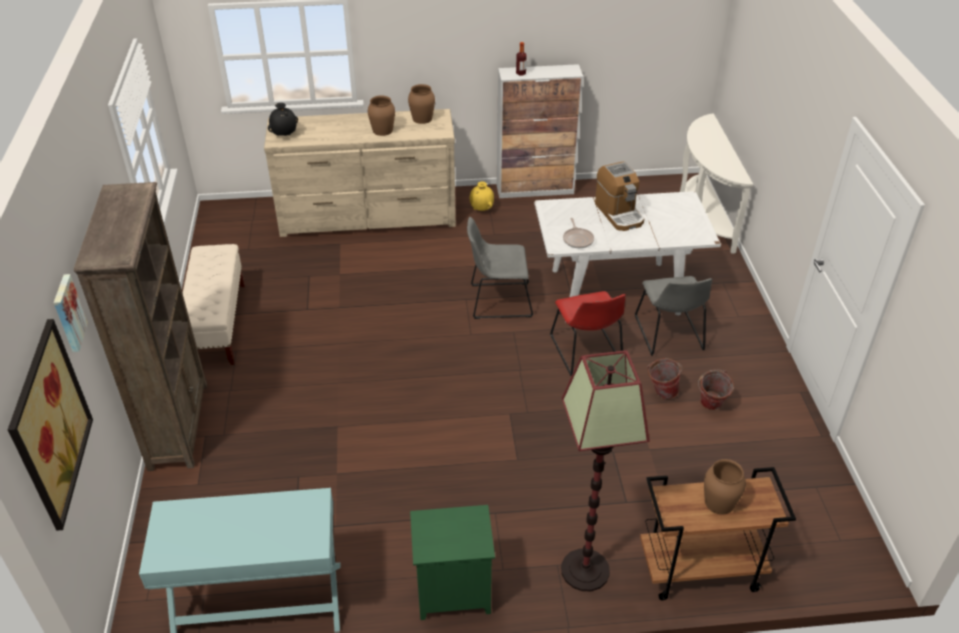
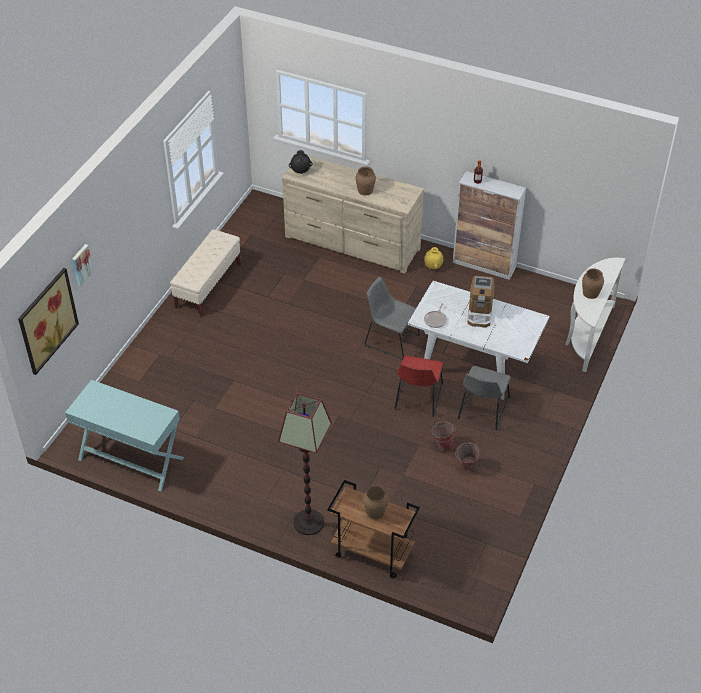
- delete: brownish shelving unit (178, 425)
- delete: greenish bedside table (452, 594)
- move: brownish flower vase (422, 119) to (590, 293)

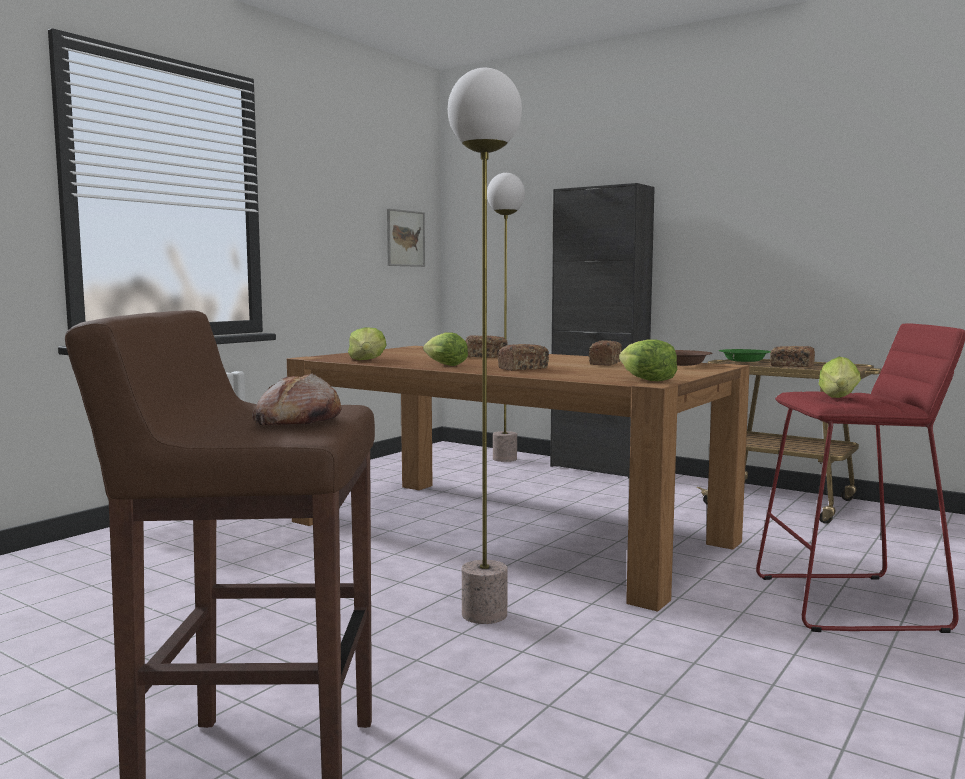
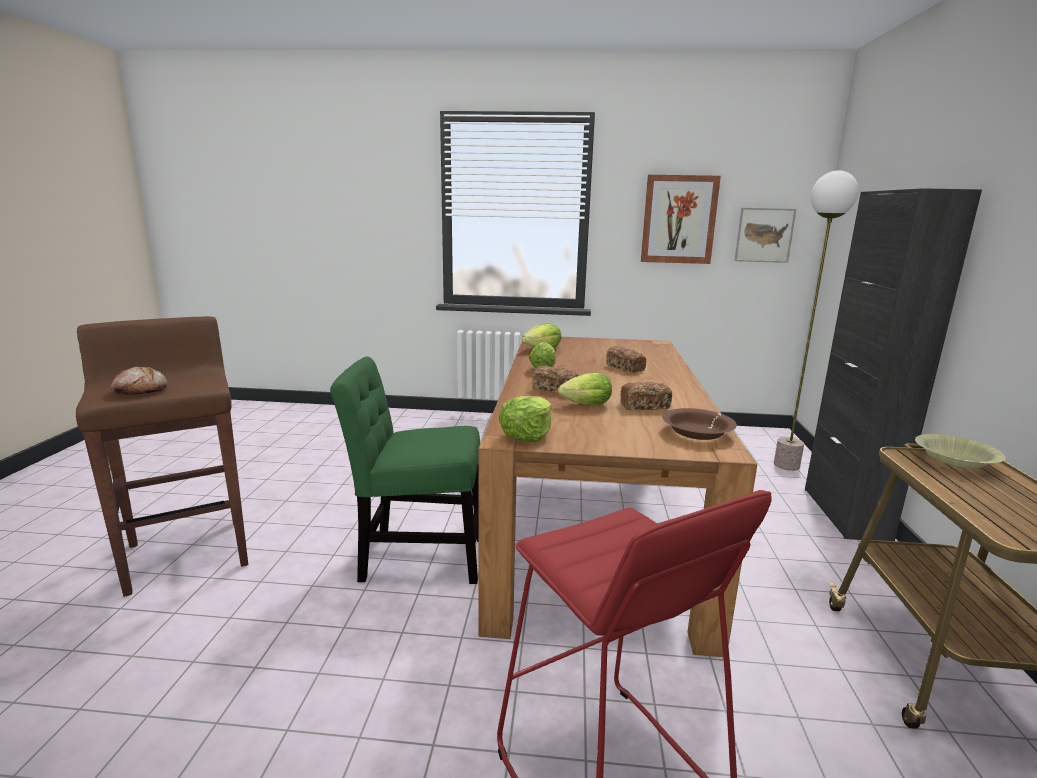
- delete: baked bread (791, 366)
- insert: wall picture (679, 219)
- move: lettuce (839, 399) to (583, 405)
- replace: standing lamp (483, 614) to greenish chair (417, 557)
- recolor: greenish deep dish (744, 360) to yellow deep dish (954, 460)

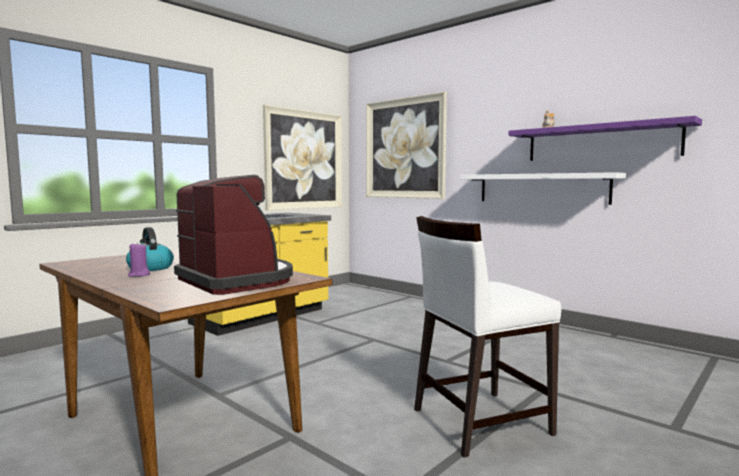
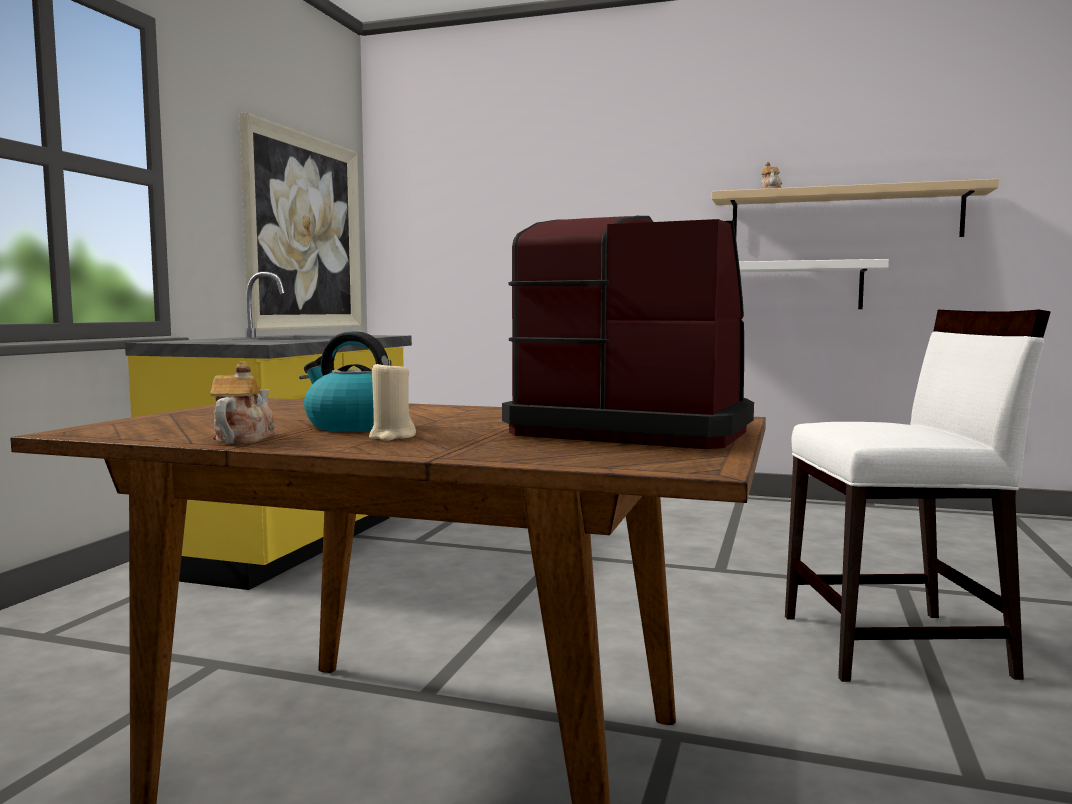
- delete: wall picture (404, 148)
- insert: teapot (242, 438)
- recolor: purple wax candle (139, 275) to sand-coloured wax candle (391, 437)
- recolor: purple bracket shelf (600, 142) to sand-coloured bracket shelf (844, 215)
- rotate: white-coloured chair (479, 421) = (896, 646) 135 degrees counterclockwise

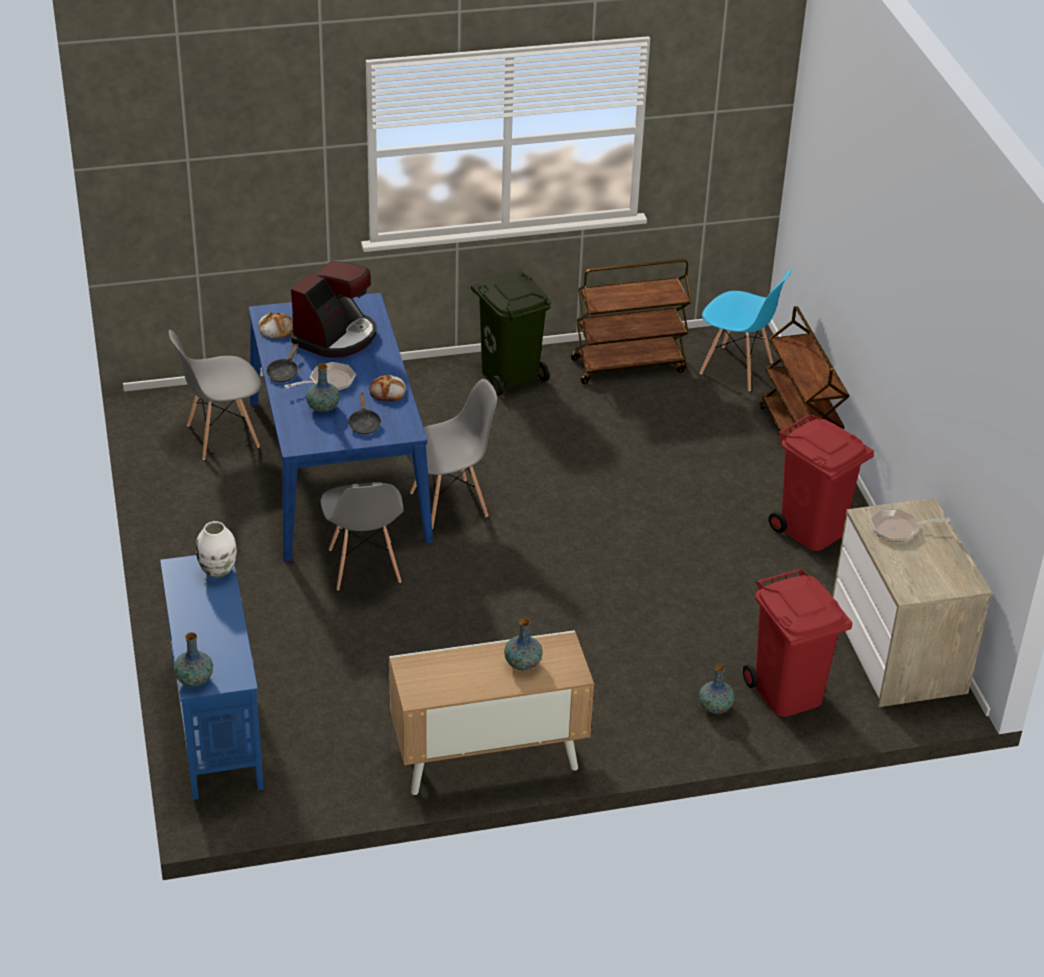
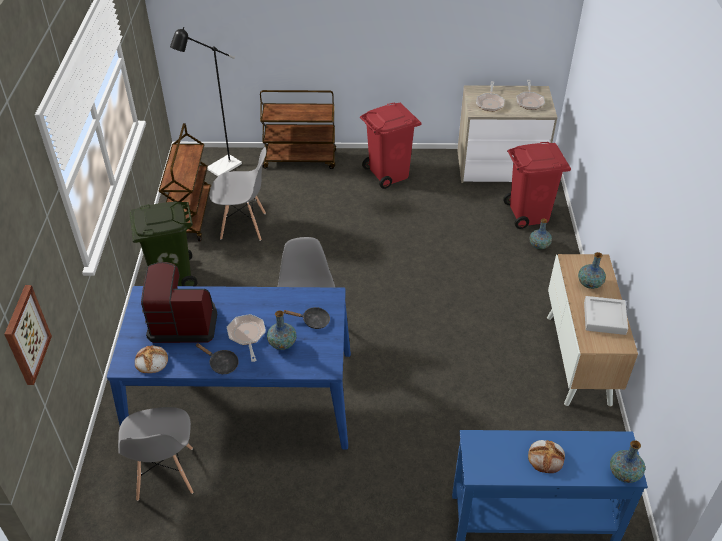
- delete: white-coloured flower vase (218, 570)
- insert: wall picture (26, 335)
- insert: pan (529, 101)
- insert: gray serving tray (604, 318)
- move: gray chair (364, 566) to (244, 226)
- move: baked bread (388, 391) to (546, 457)
- replace: bluish chair (737, 368) to black-coloured standing lamp (219, 169)
- rotate: coffee machine (336, 336) = (183, 322) 45 degrees counterclockwise

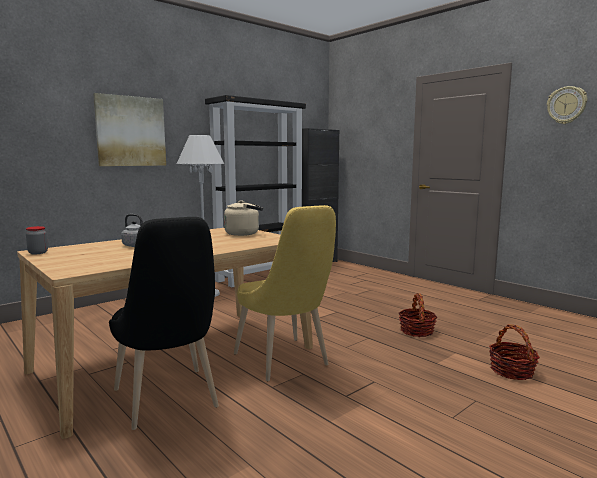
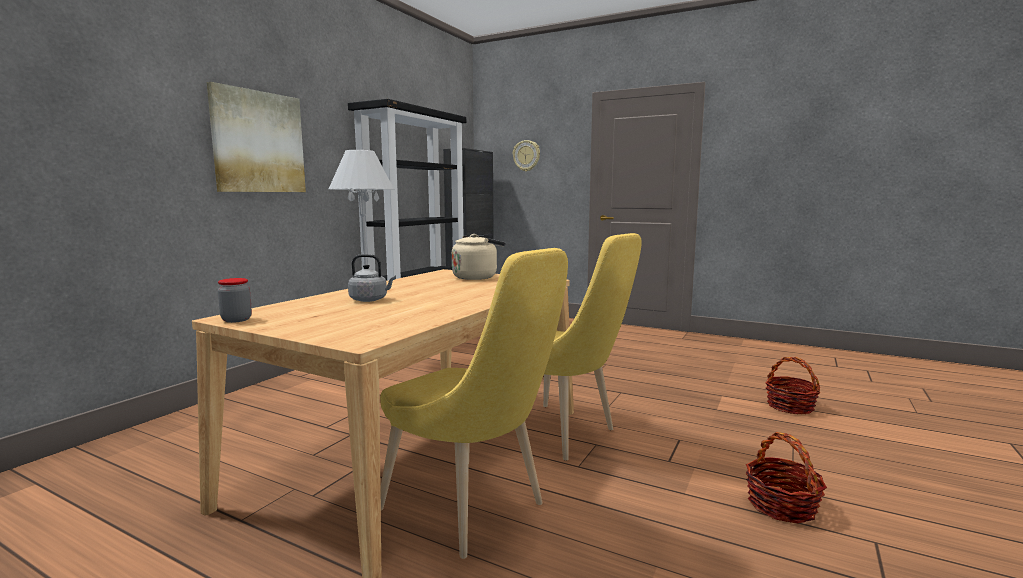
- move: basket (416, 331) to (782, 506)
- move: wall clock (566, 105) to (526, 156)
- recolor: black-coloured chair (168, 402) to yellow chair (471, 510)

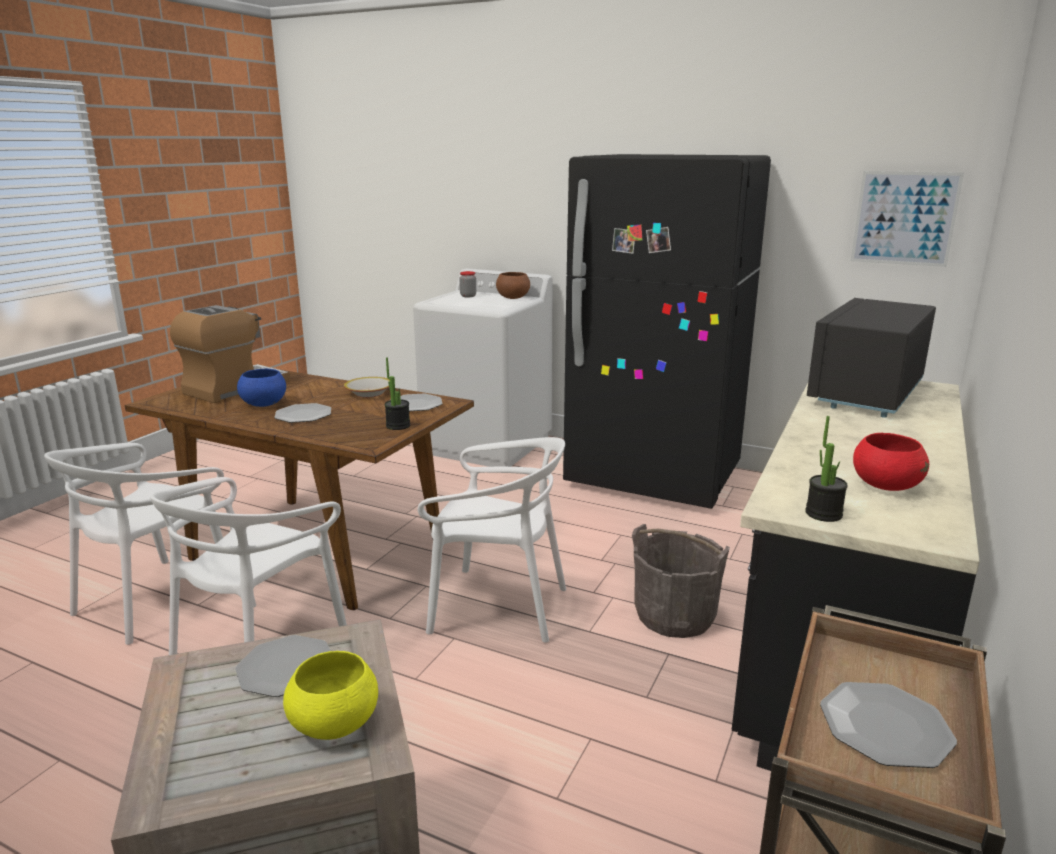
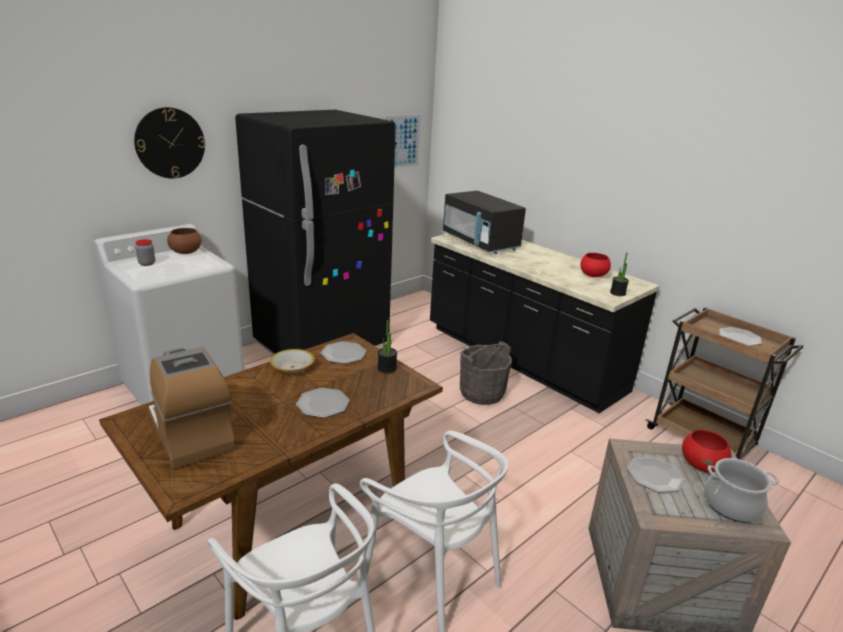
- delete: bluish deep dish (264, 404)
- delete: white-coloured chair (498, 607)
- insert: wall clock (170, 143)
- insert: saucepot (731, 505)
- recolor: yellow deep dish (335, 724) to reddish deep dish (702, 465)

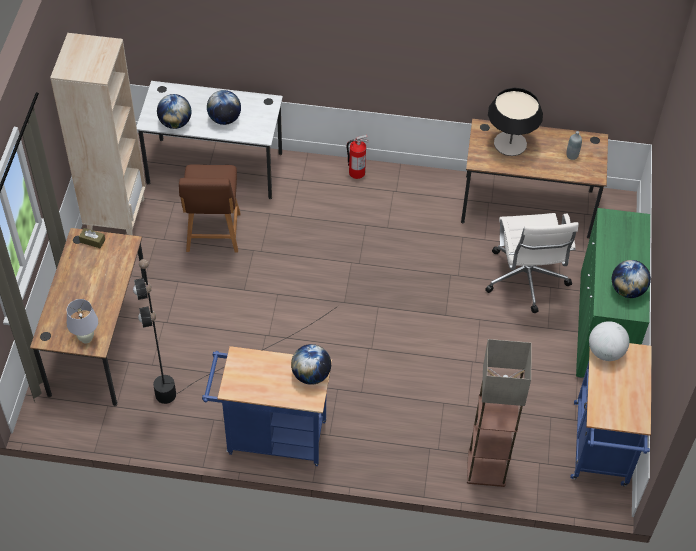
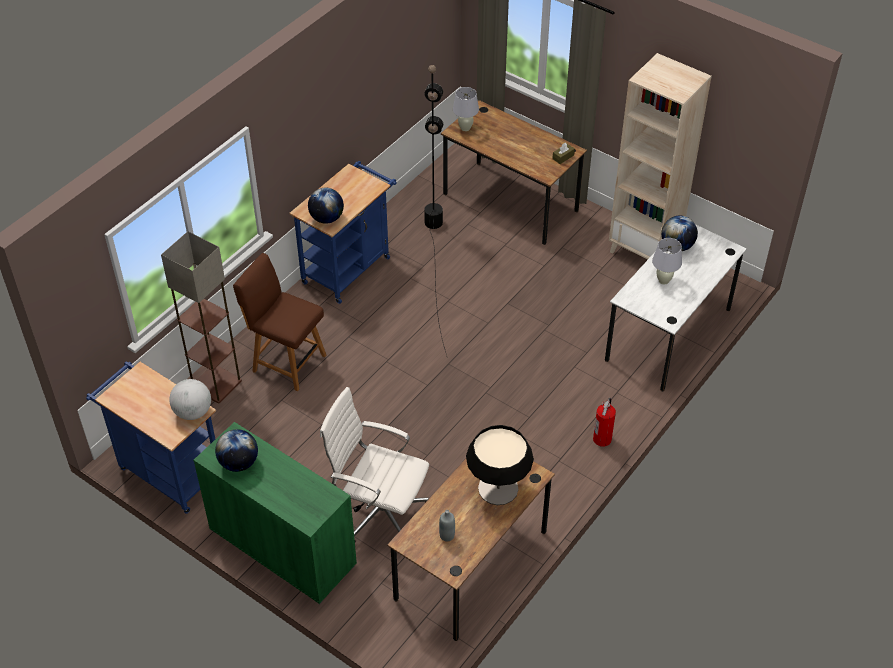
- move: brownish chair (213, 234) to (287, 362)
- replace: desk globe (224, 119) to white-coloured tabletop lamp (663, 280)

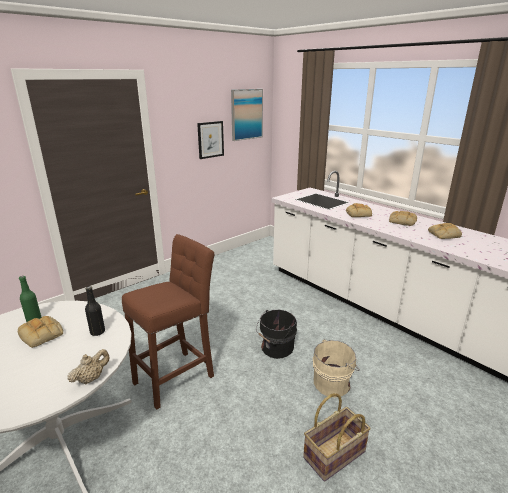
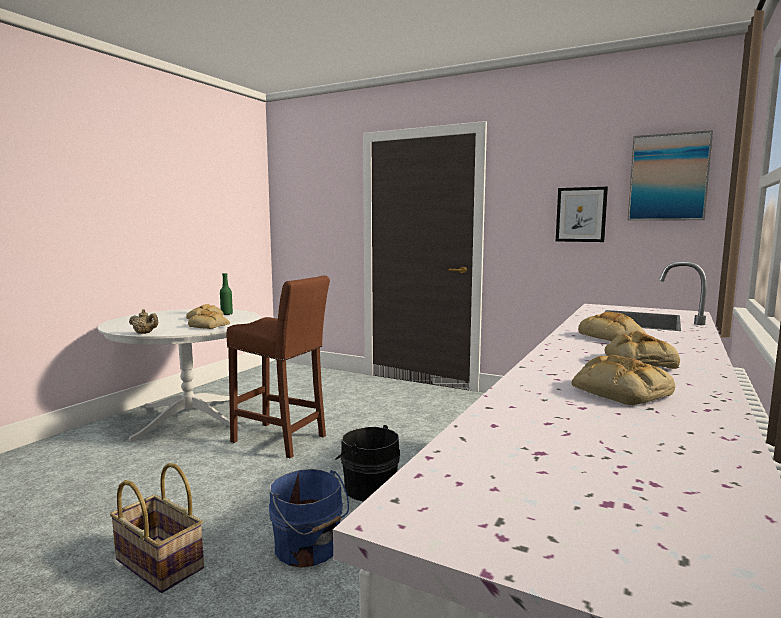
- replace: black-coloured drink bottle (97, 332) to baked bread (210, 326)
- recolor: sand-coloured pail (333, 383) to bluish pail (308, 548)

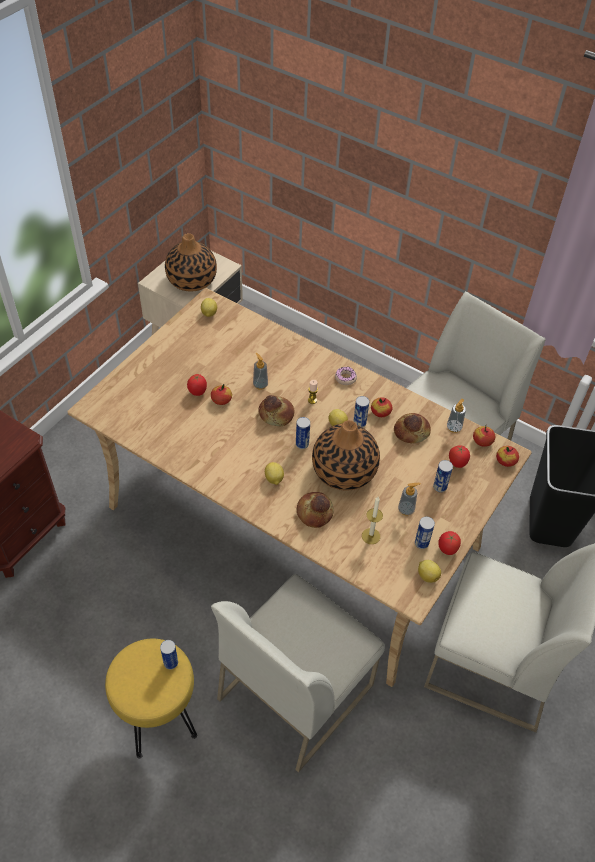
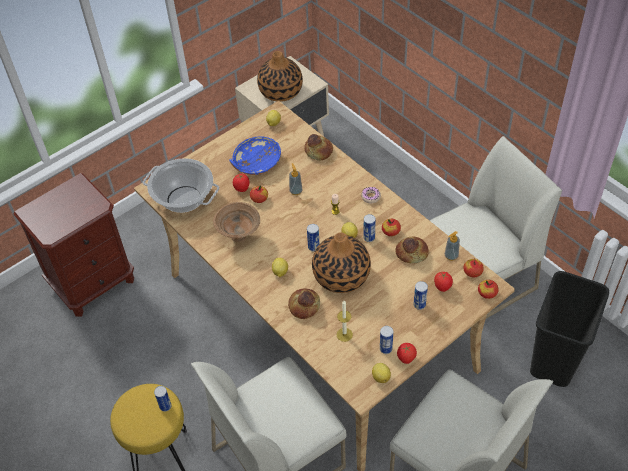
- delete: soap dispenser (406, 509)
- insert: saucepot (183, 199)
- insert: brownish deep dish (240, 237)
- insert: bluish deep dish (256, 163)
- move: baked bread (276, 414) to (319, 151)

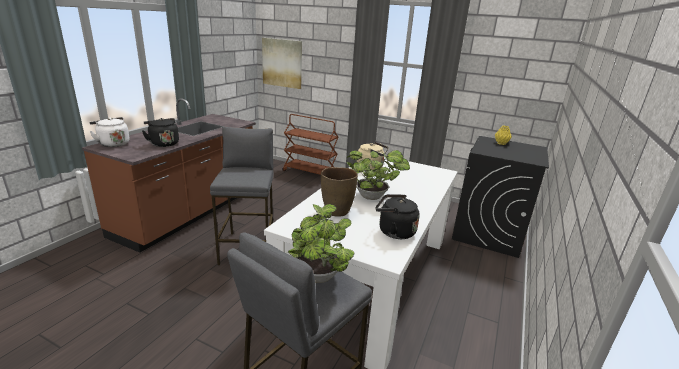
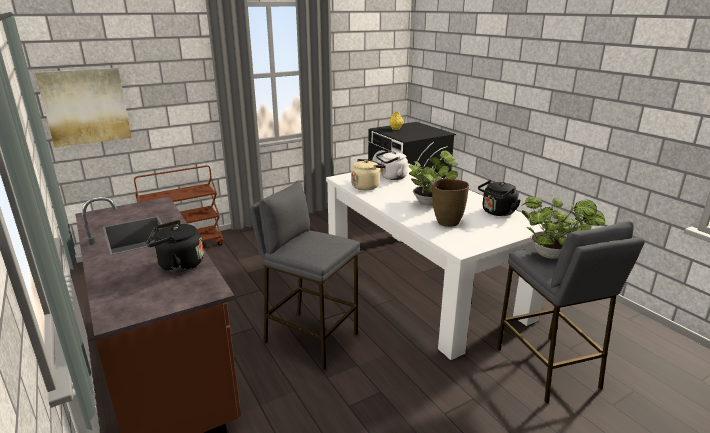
- move: white-coloured water kettle (113, 144) to (391, 177)

